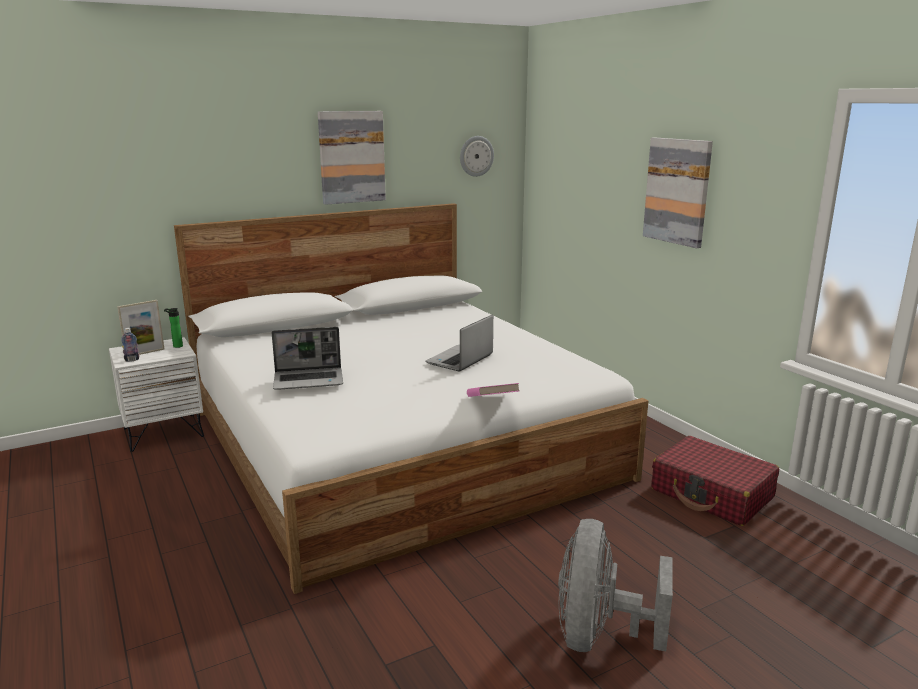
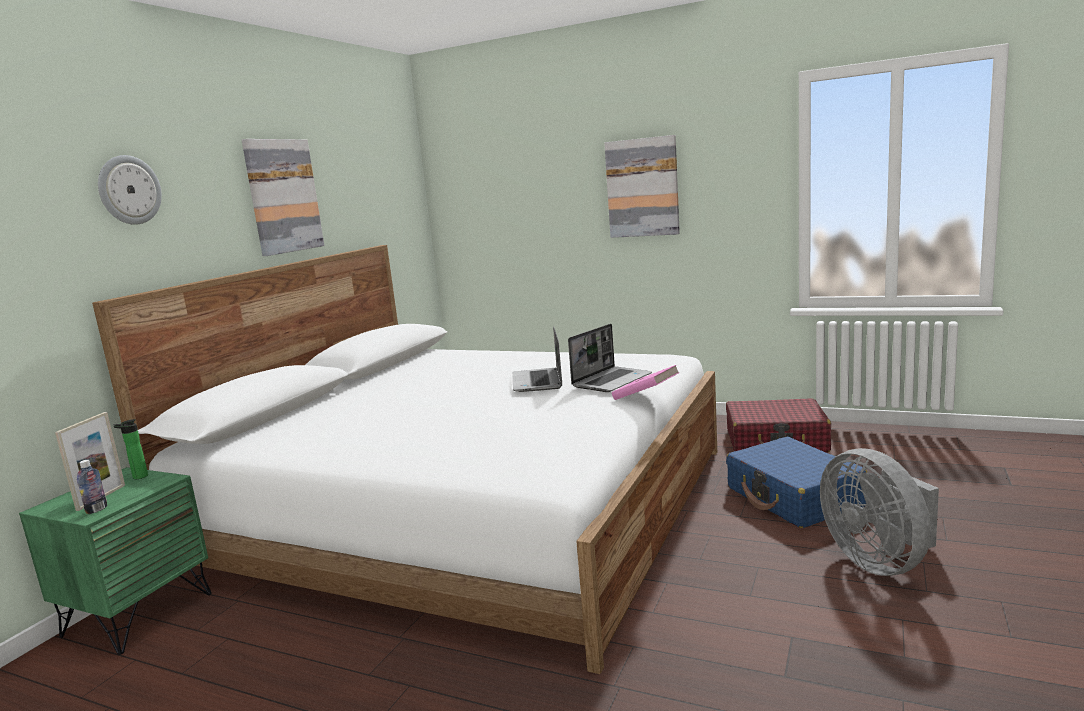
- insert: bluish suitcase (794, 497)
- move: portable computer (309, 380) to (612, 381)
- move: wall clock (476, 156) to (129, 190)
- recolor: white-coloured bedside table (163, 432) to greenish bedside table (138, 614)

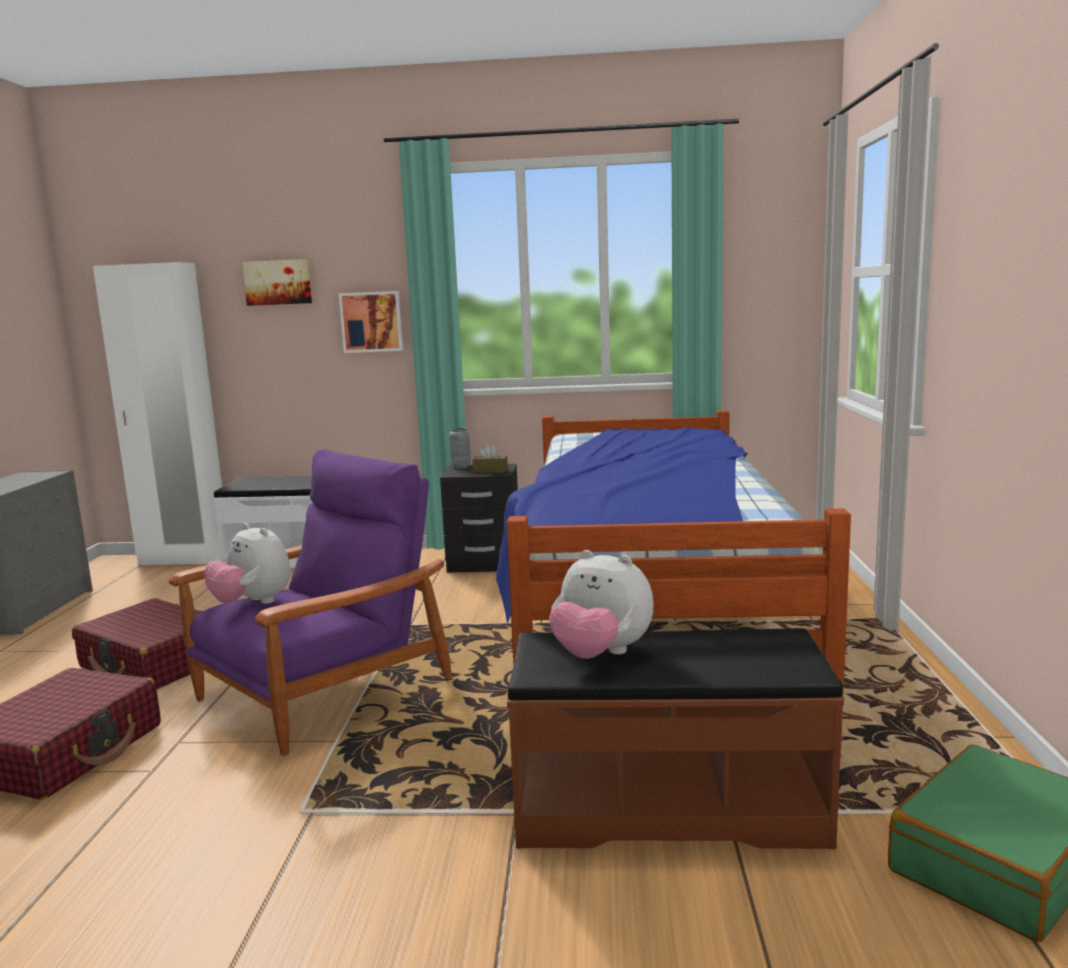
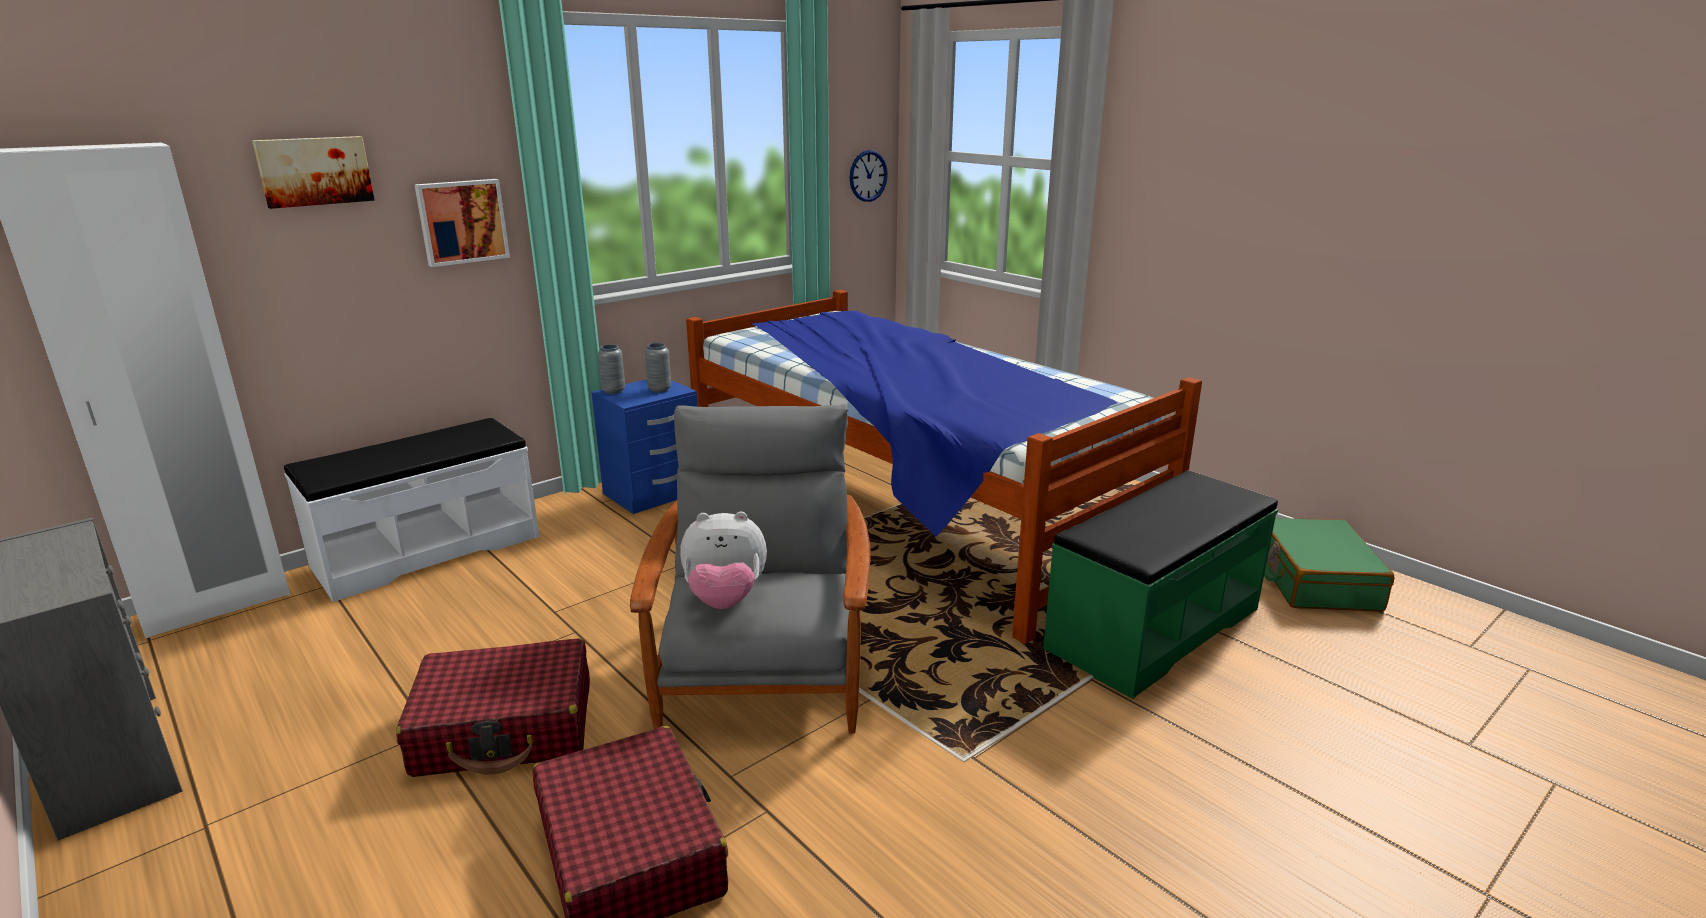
- delete: cuddly toy (601, 655)
- insert: wall clock (868, 176)
- replace: brownish tissue holder (490, 471) to gray flower vase (659, 389)
- recolor: purple easy chair (322, 690) to gray easy chair (763, 668)
- recolor: black-coloured bedside table (484, 563) to bluish bedside table (653, 493)
- recolor: brownish bench (667, 806) to greenish bench (1152, 628)

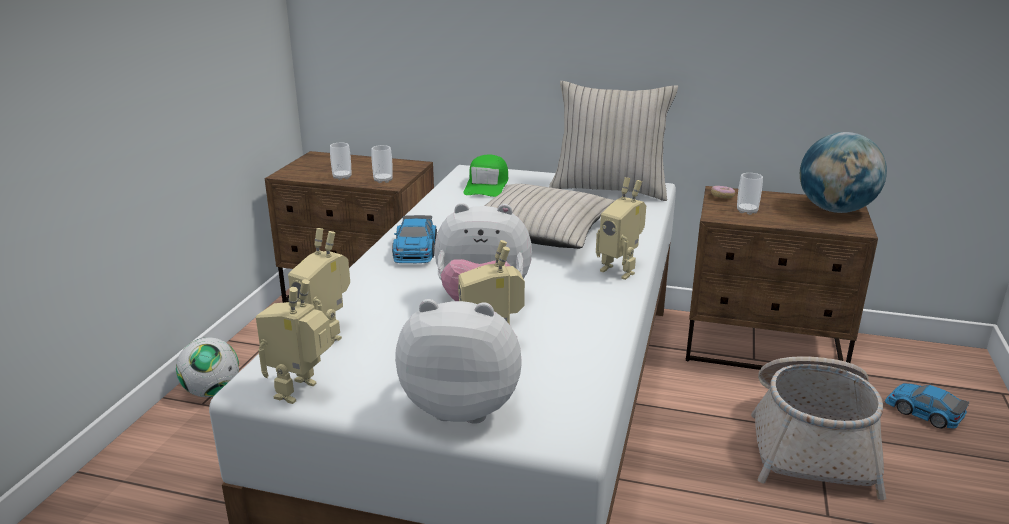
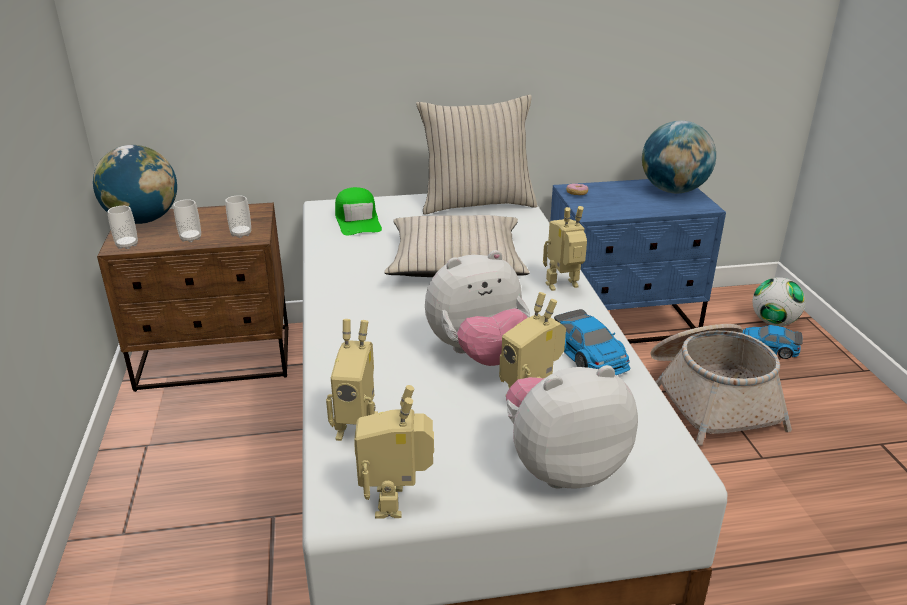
- insert: desk globe (143, 220)
- move: ball for football (212, 392) to (773, 322)
- move: model car (415, 251) to (589, 356)
- move: cup (747, 211) to (127, 245)
- recolor: brownish bedside table (764, 349) to bluish bedside table (622, 323)
- rotate: model robot (620, 270) = (564, 287) 150 degrees clockwise

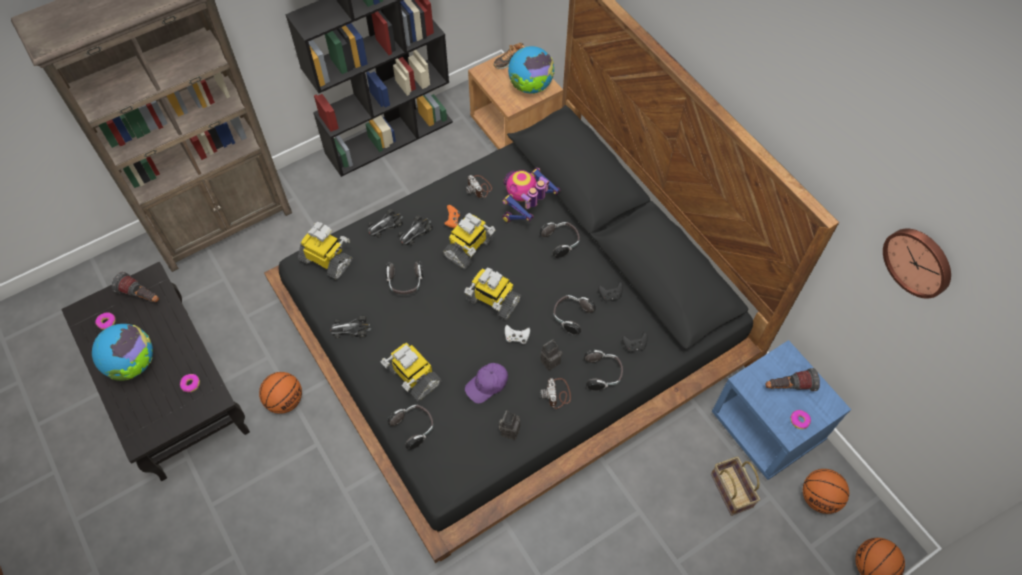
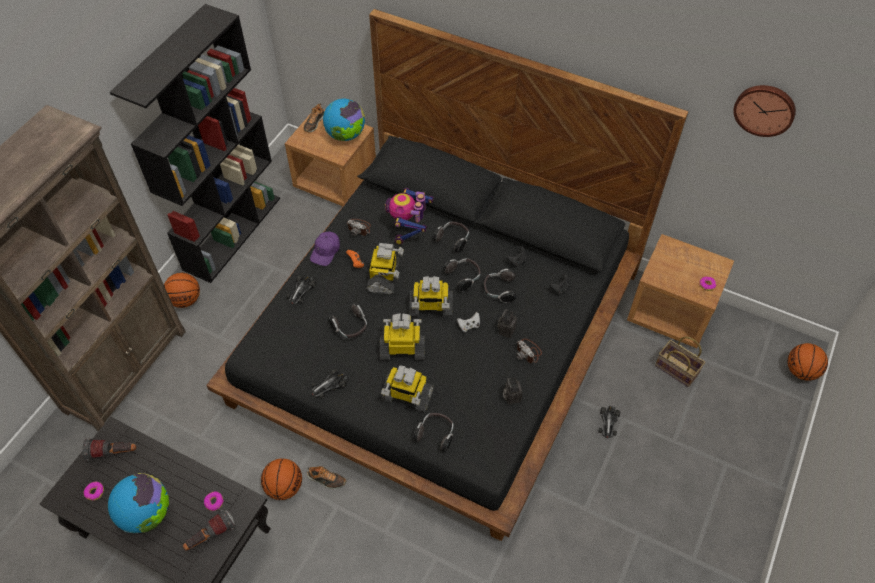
- insert: shoe (326, 479)
- move: model robot (327, 260) to (403, 349)
- move: model car (415, 232) to (608, 422)
- move: purple cap (487, 385) to (326, 251)
- move: headphones (602, 374) to (463, 277)
- move: torch (788, 387) to (210, 536)
- move: basketball ball (819, 497) to (185, 300)
- recolor: bluish bedside table (767, 428) to brownish bedside table (671, 313)

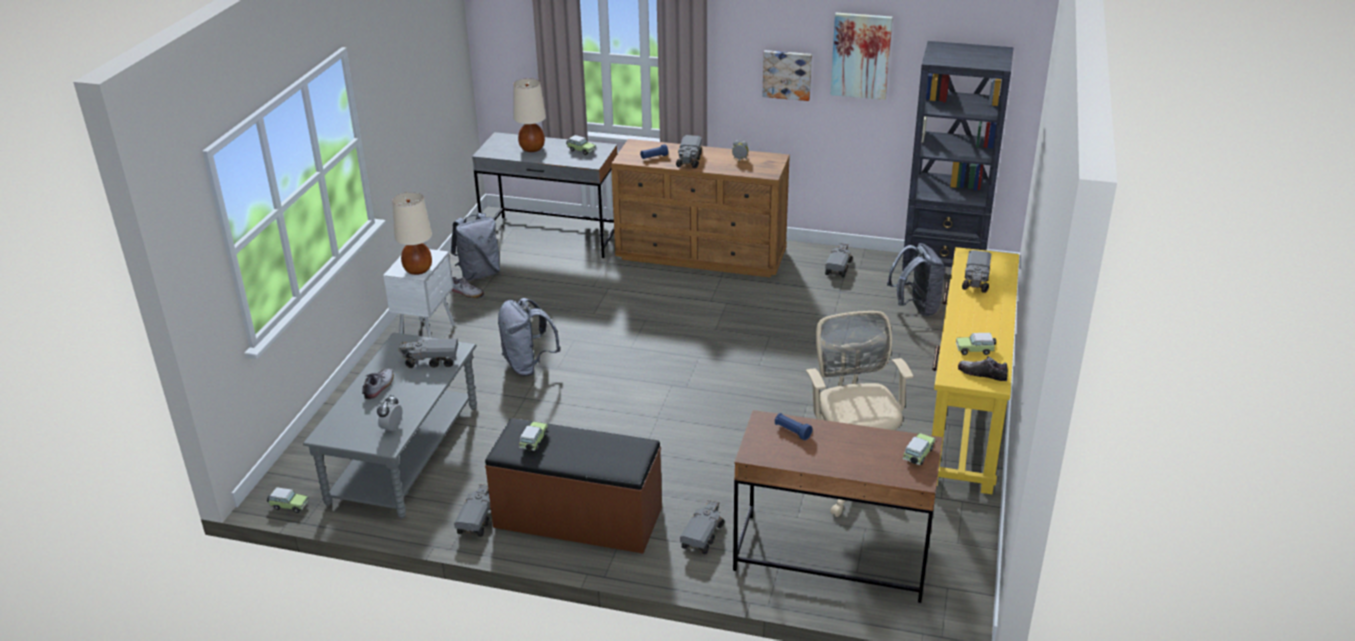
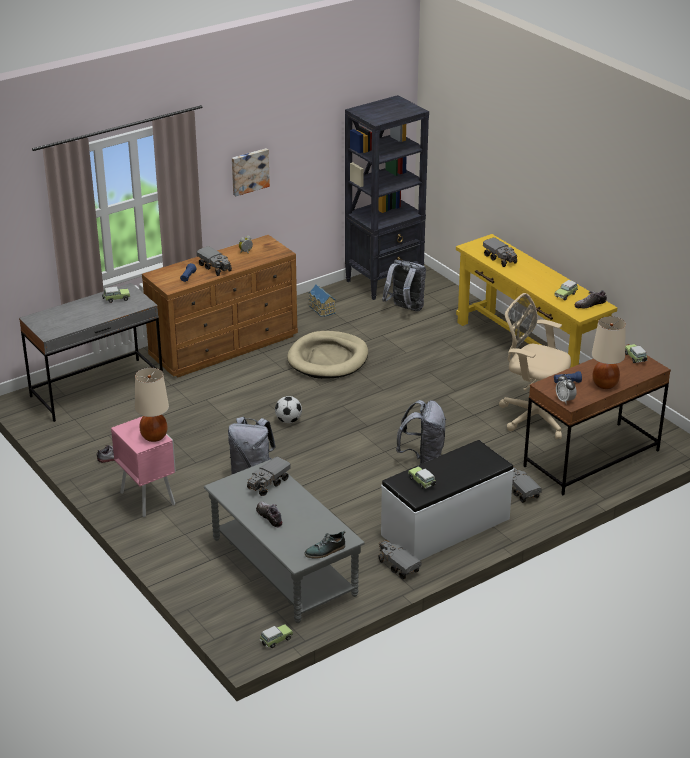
- delete: wall picture (861, 55)
- insert: ball for football (288, 420)
- insert: sand-coloured pet bed (328, 359)
- insert: shoe (325, 551)
- move: bedside clock (392, 428) to (565, 400)
- move: gray knapsack (479, 273) to (422, 458)
- move: sand-coloured tabletop lamp (532, 149) to (605, 384)
- replace: toy truck (838, 268) to model house (321, 309)
- recolor: white-coloured bedside table (428, 336) to pink bedside table (147, 498)
- recolor: brownish bench (577, 518) to white-coloured bench (446, 527)

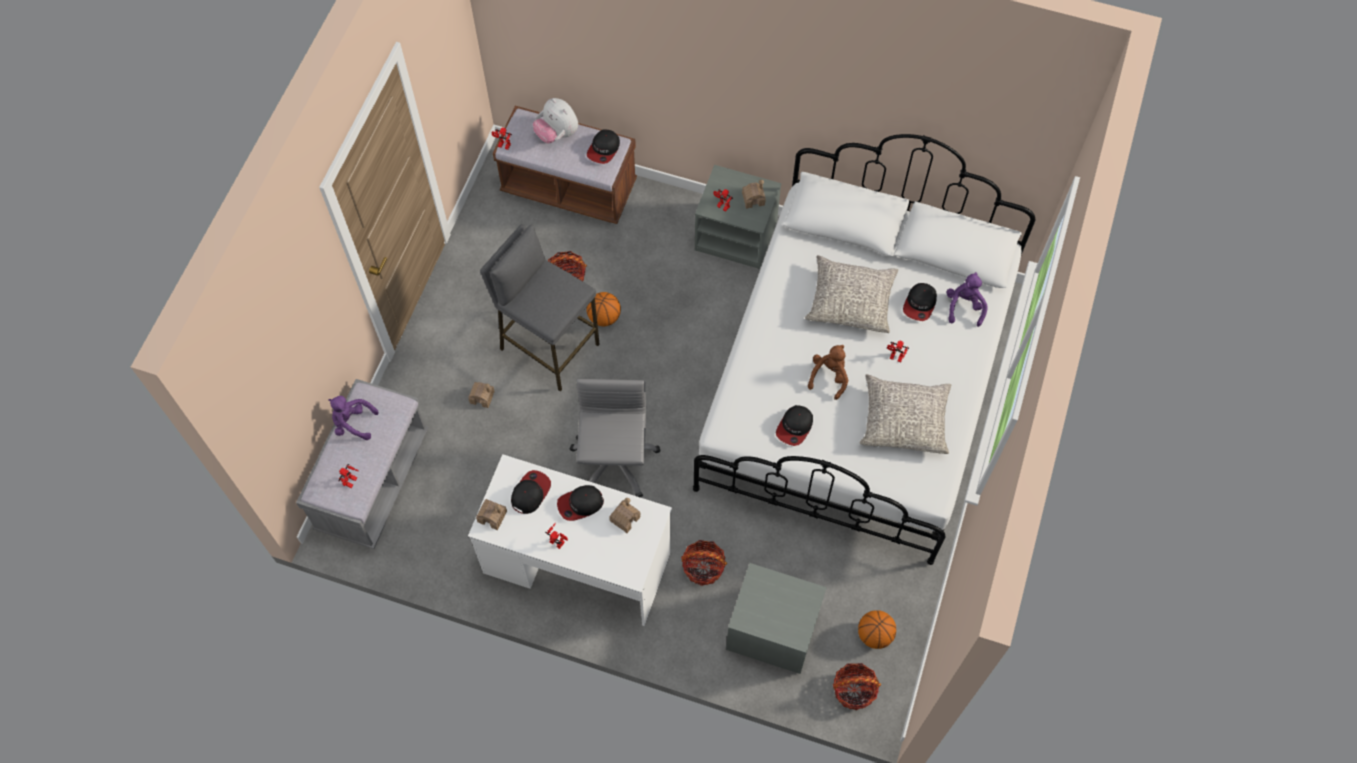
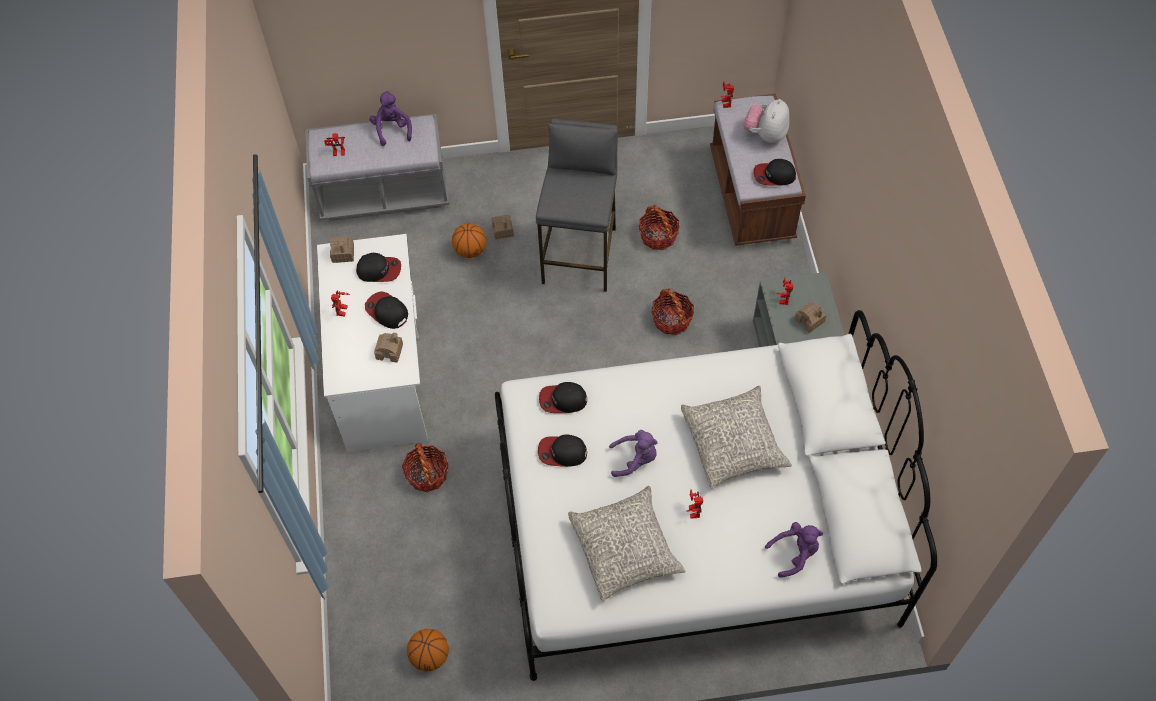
- delete: gray computer chair (614, 461)
- delete: gray bedside table (771, 631)
- move: basketball ball (604, 317) to (470, 250)
- move: basket (854, 690) to (671, 319)
- move: cap (920, 304) to (562, 400)
- recolor: brownish cuddly toy (829, 376) to purple cuddly toy (635, 459)

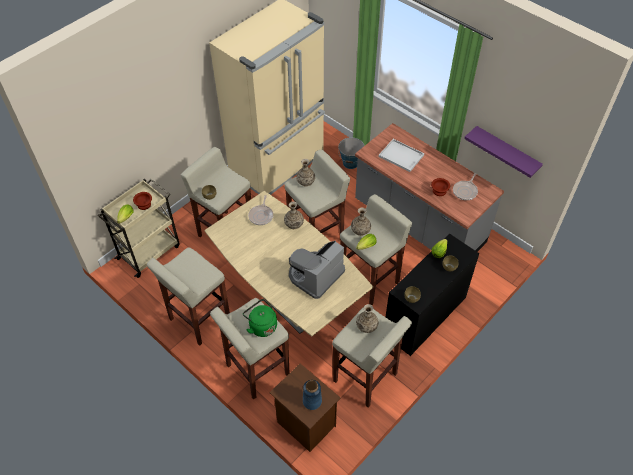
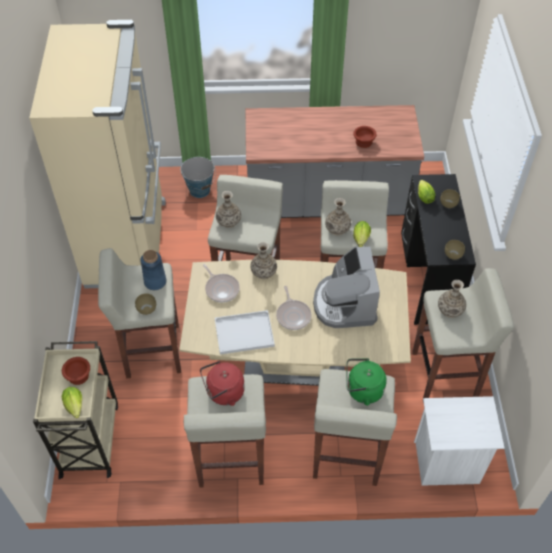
- delete: purple bracket shelf (506, 152)
- insert: reddish water kettle (223, 393)
- move: bluish flower vase (312, 401) to (155, 282)
- move: white-coloured serving tray (402, 156) to (245, 332)
- move: pan (465, 191) to (293, 315)
- recolor: brownish bedside table (305, 424) to white-coloured bedside table (447, 463)

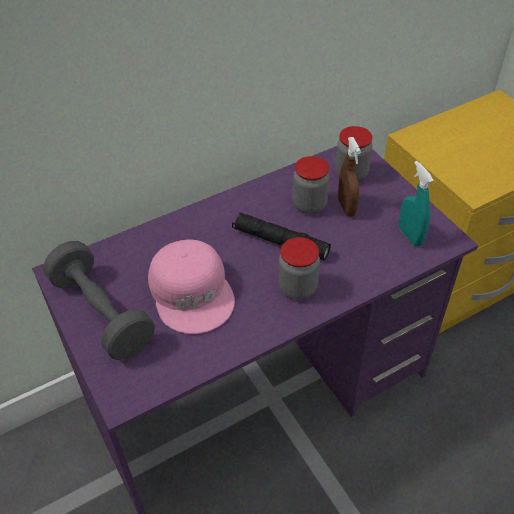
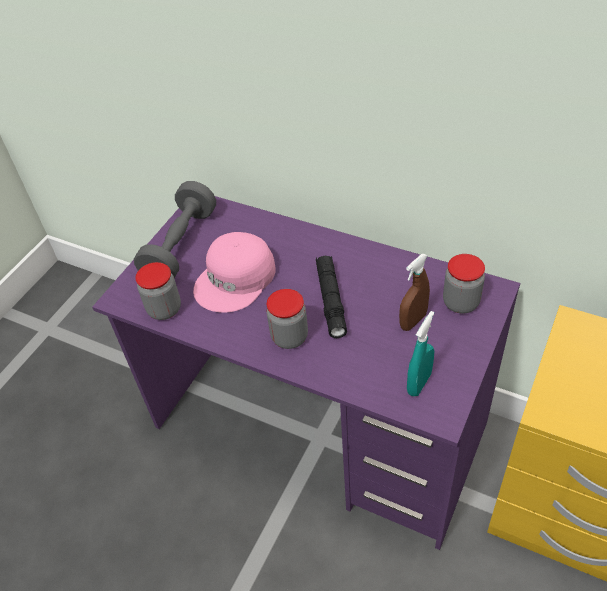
- move: preserve jar (309, 204) to (164, 309)

